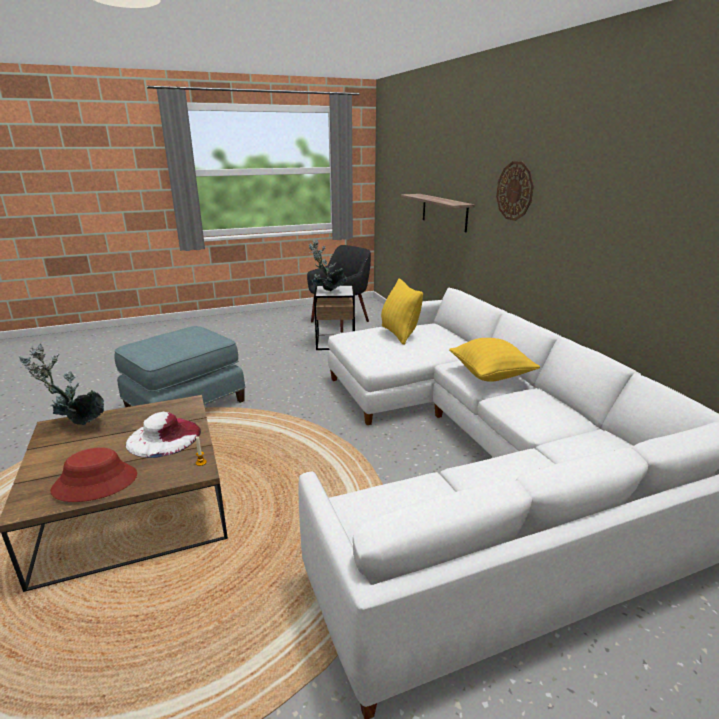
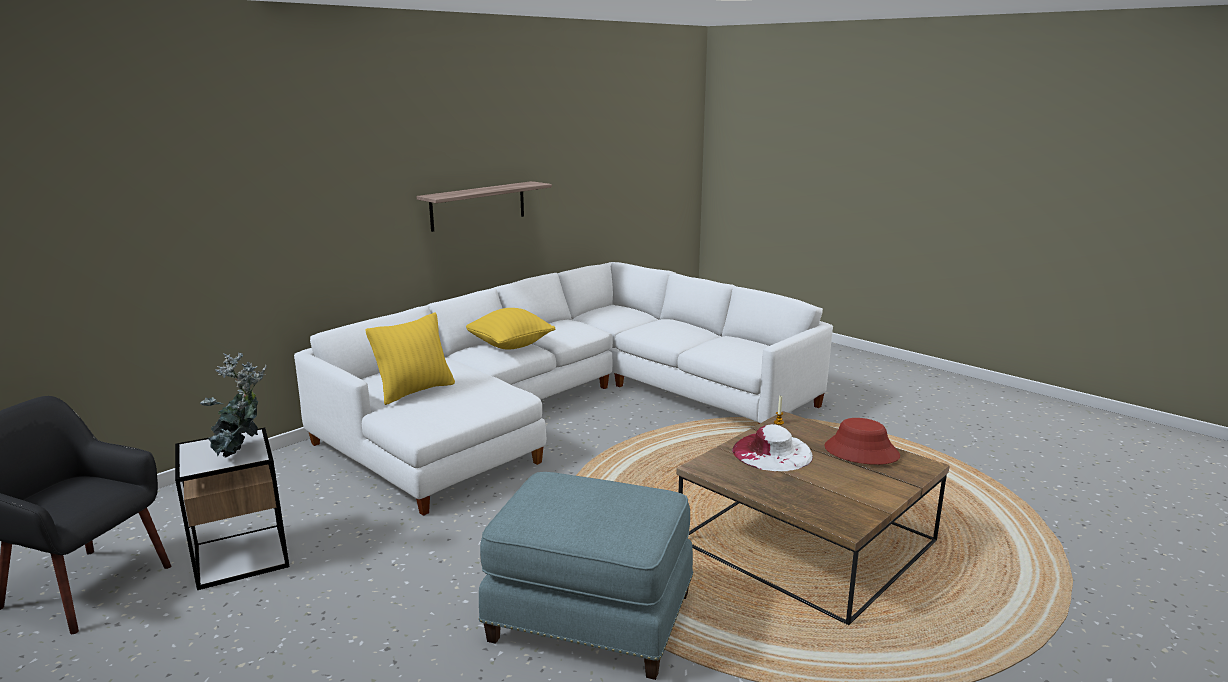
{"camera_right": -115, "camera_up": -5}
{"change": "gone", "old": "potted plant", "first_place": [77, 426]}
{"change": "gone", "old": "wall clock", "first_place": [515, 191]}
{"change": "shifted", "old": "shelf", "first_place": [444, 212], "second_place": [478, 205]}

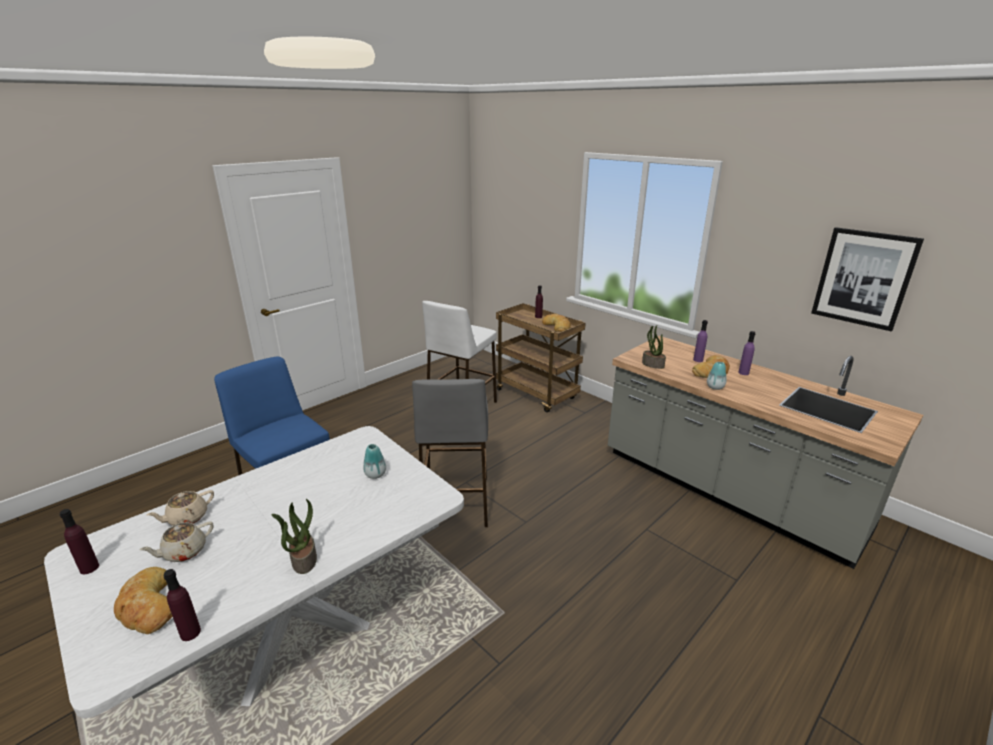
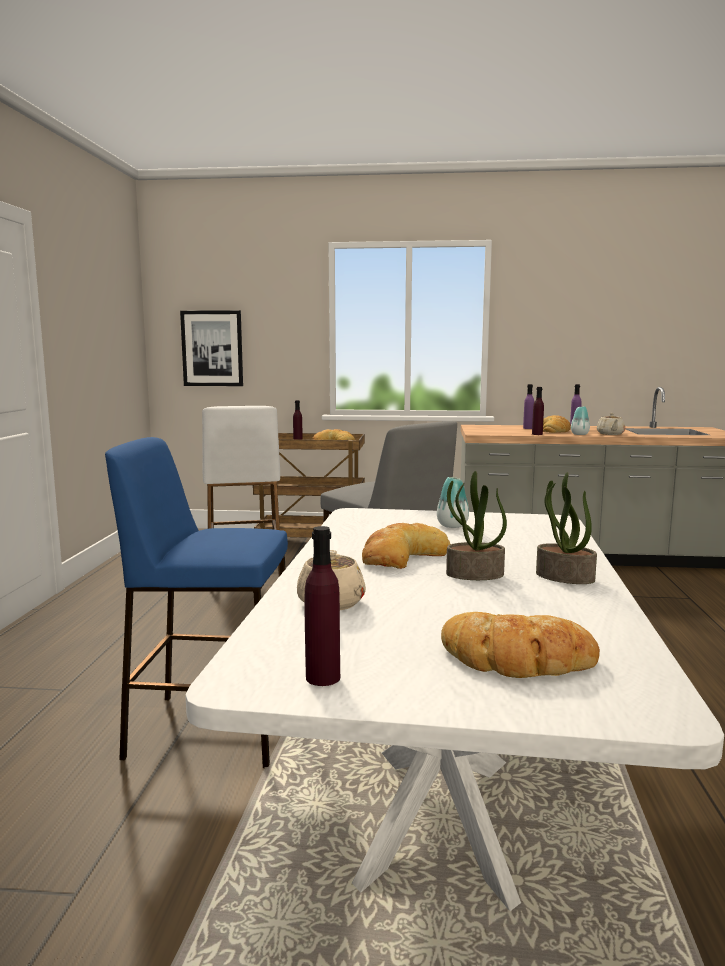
{"camera_right": -40, "camera_up": -15}
{"change": "new", "new": "bread", "second_place": [402, 556]}
{"change": "shifted", "old": "teapot (beige)", "first_place": [184, 552], "second_place": [610, 434]}
{"change": "shifted", "old": "bottle (purple)", "first_place": [190, 633], "second_place": [537, 434]}
{"change": "shifted", "old": "potted plant", "first_place": [652, 364], "second_place": [474, 575]}
{"change": "shifted", "old": "picture", "first_place": [863, 278], "second_place": [212, 348]}

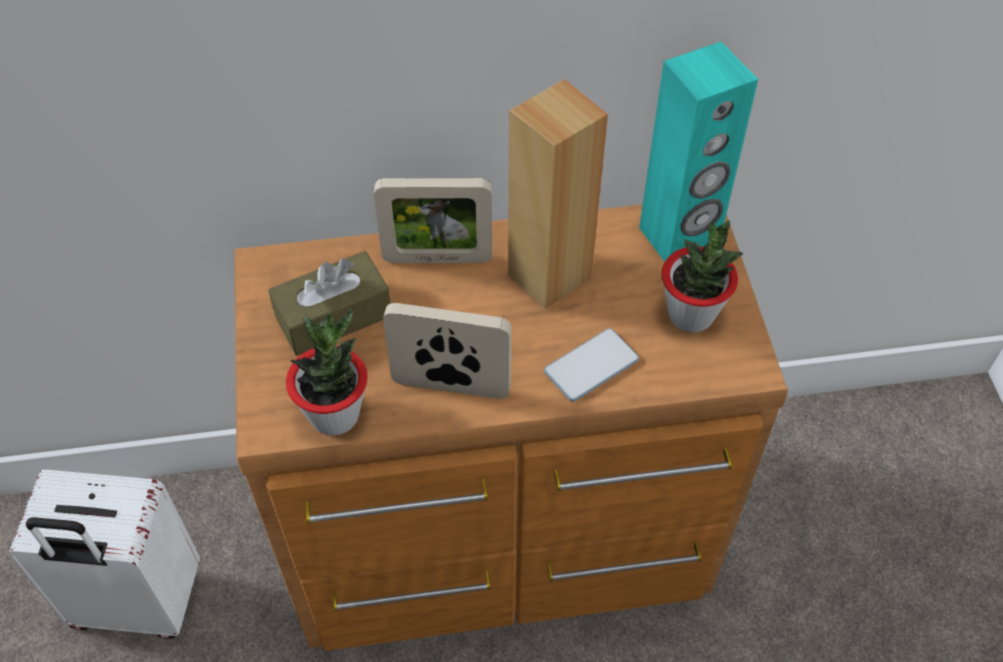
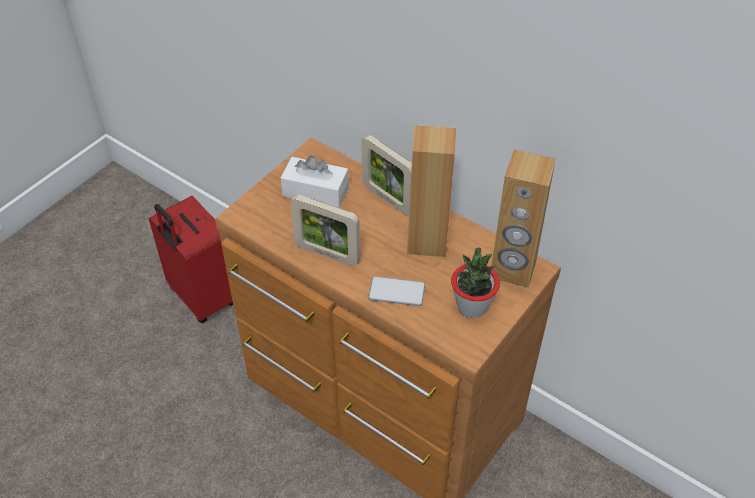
{"camera_right": 45, "camera_up": -5}
{"change": "gone", "old": "potted plant", "first_place": [335, 415]}
{"change": "repainted", "old": "suitcase (white)", "new": "suitcase (red)", "first_place": [137, 604], "second_place": [202, 298]}
{"change": "repainted", "old": "tissue box (brown)", "new": "tissue box (white)", "first_place": [333, 316], "second_place": [315, 191]}
{"change": "repainted", "old": "speaker (turquoise)", "new": "speaker (brown)", "first_place": [679, 237], "second_place": [512, 270]}
{"change": "rotated", "old": "picture frame", "first_place": [451, 386], "second_place": [327, 254], "degrees": 150}

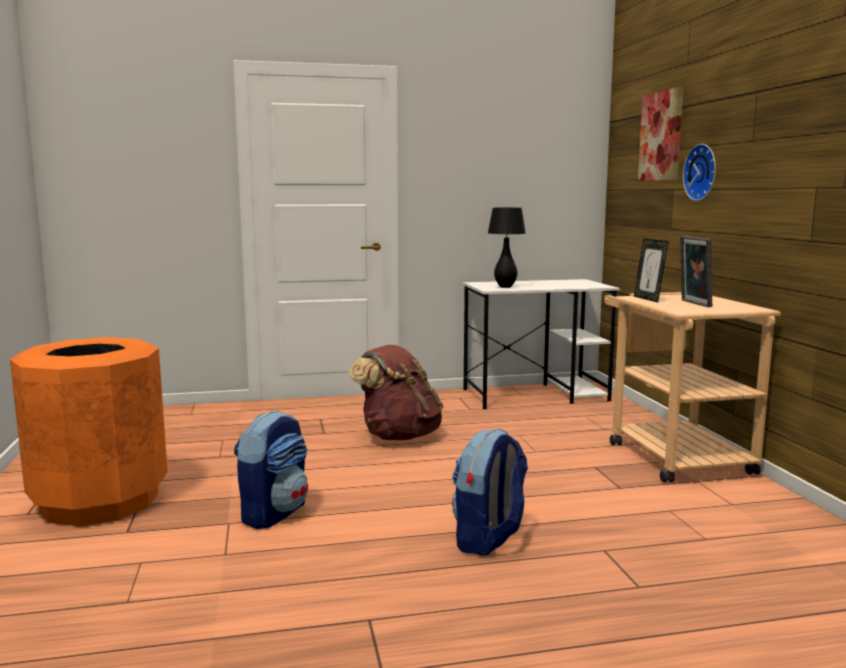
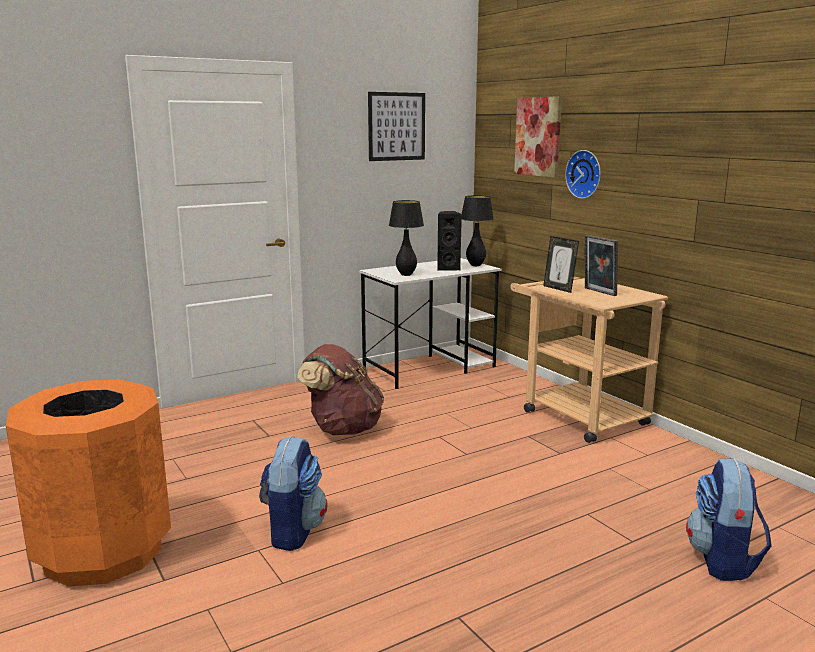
{"camera_right": -20, "camera_up": 5}
{"change": "new", "new": "picture", "second_place": [396, 126]}
{"change": "new", "new": "speaker (black)", "second_place": [448, 268]}
{"change": "new", "new": "table lamp (black)", "second_place": [475, 265]}
{"change": "shifted", "old": "backpack", "first_place": [489, 540], "second_place": [723, 561]}

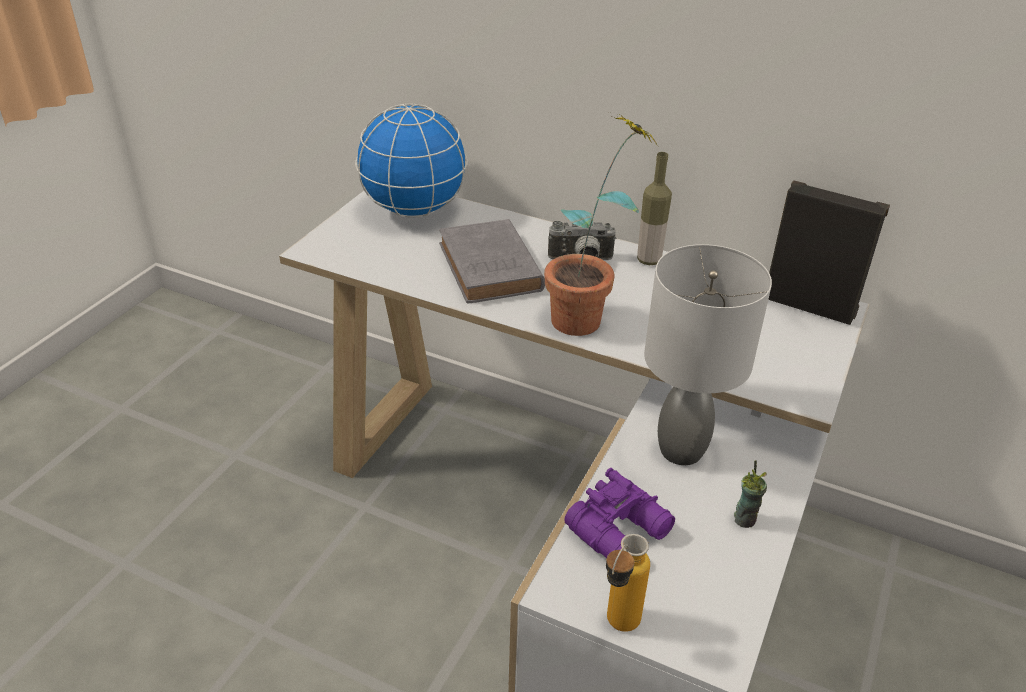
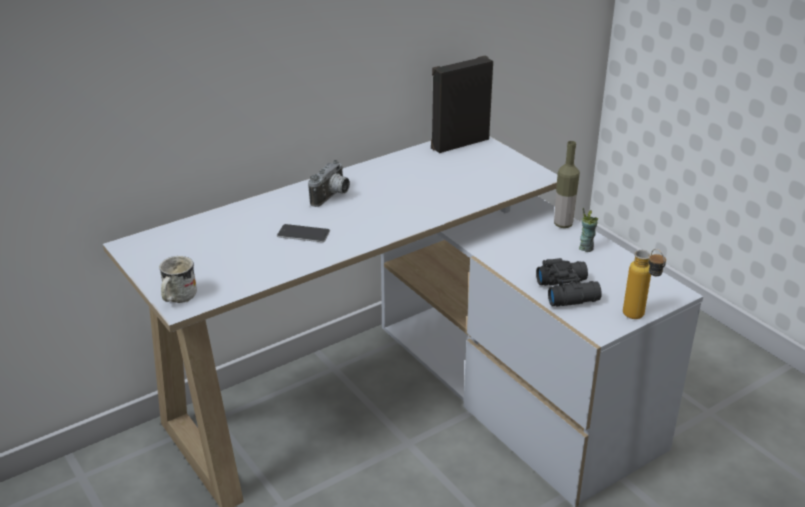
{"camera_right": -60, "camera_up": -5}
{"change": "gone", "old": "globe", "first_place": [413, 210]}
{"change": "gone", "old": "potted plant", "first_place": [589, 316]}
{"change": "gone", "old": "table lamp (grey)", "first_place": [681, 449]}
{"change": "new", "new": "mug (white)", "second_place": [177, 298]}
{"change": "shifted", "old": "bottle", "first_place": [649, 260], "second_place": [563, 224]}
{"change": "swapped", "old": "book (grey)", "new": "phone", "first_place": [491, 269], "second_place": [303, 233]}
{"change": "repainted", "old": "binoculars (purple)", "new": "binoculars (black)", "first_place": [621, 531], "second_place": [568, 291]}

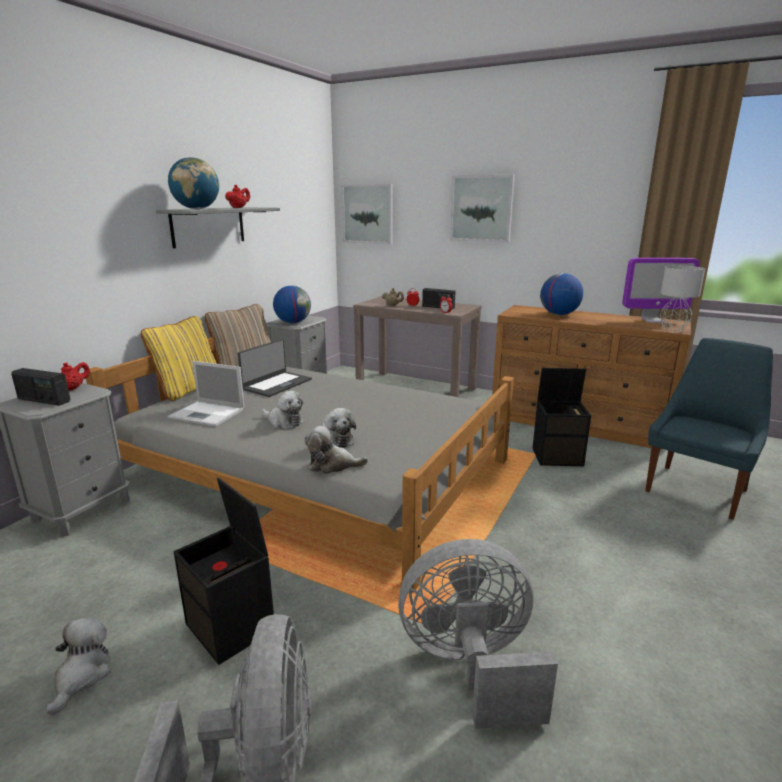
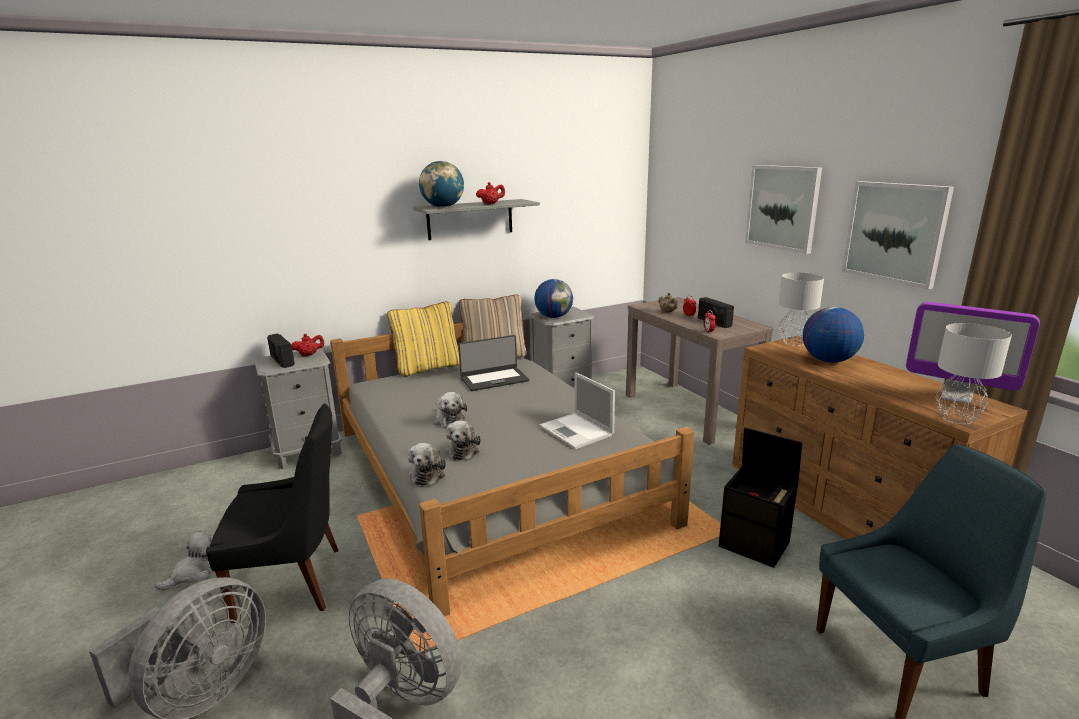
{"camera_right": 35, "camera_up": 0}
{"change": "new", "new": "table lamp (grey)", "second_place": [793, 343]}
{"change": "shifted", "old": "laptop", "first_place": [208, 414], "second_place": [577, 431]}
{"change": "shifted", "old": "picture", "first_place": [368, 214], "second_place": [895, 232]}
{"change": "swapped", "old": "storage box (black)", "new": "chair (black)", "first_place": [232, 627], "second_place": [294, 582]}
{"change": "rotated", "old": "plush toy", "first_place": [332, 465], "second_place": [428, 474], "degrees": -120}

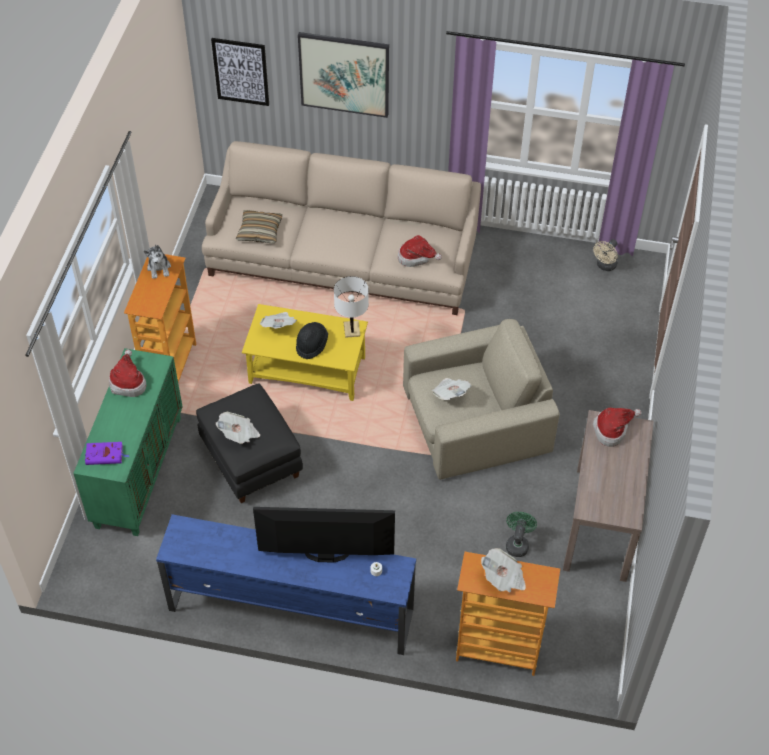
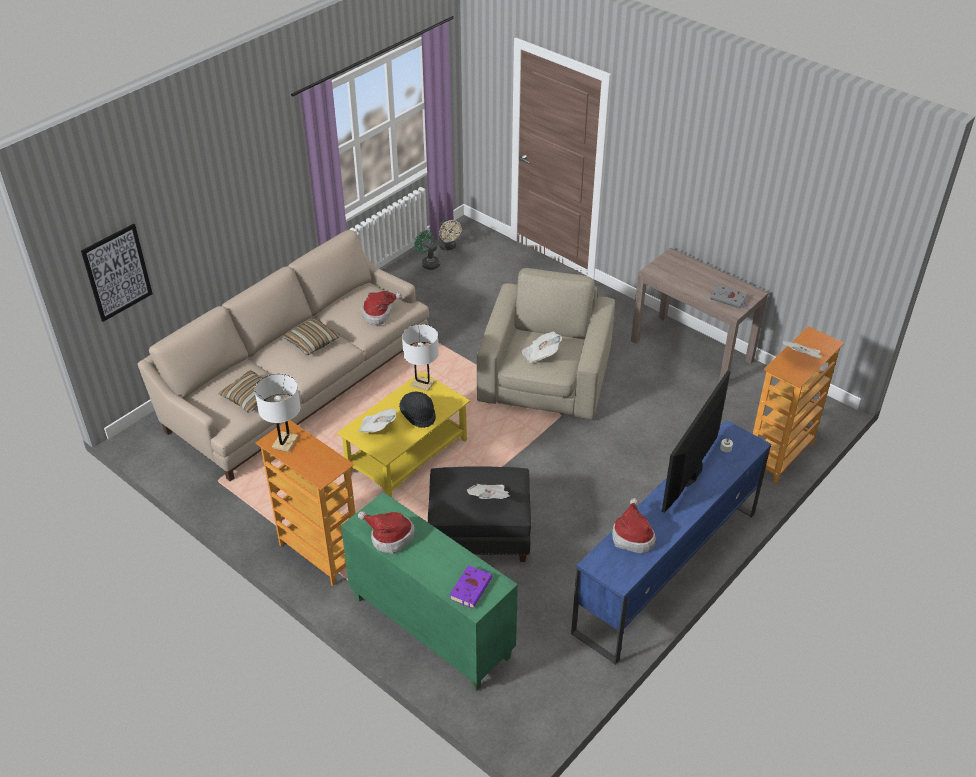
{"camera_right": -60, "camera_up": -10}
{"change": "gone", "old": "picture", "first_place": [344, 74]}
{"change": "new", "new": "pillow", "second_place": [312, 341]}
{"change": "new", "new": "book (grey)", "second_place": [729, 299]}
{"change": "shifted", "old": "fan (green)", "first_place": [517, 543], "second_place": [428, 263]}
{"change": "shifted", "old": "hat", "first_place": [612, 430], "second_place": [632, 536]}
{"change": "swapped", "old": "plush toy", "new": "table lamp (white)", "first_place": [159, 268], "second_place": [285, 442]}

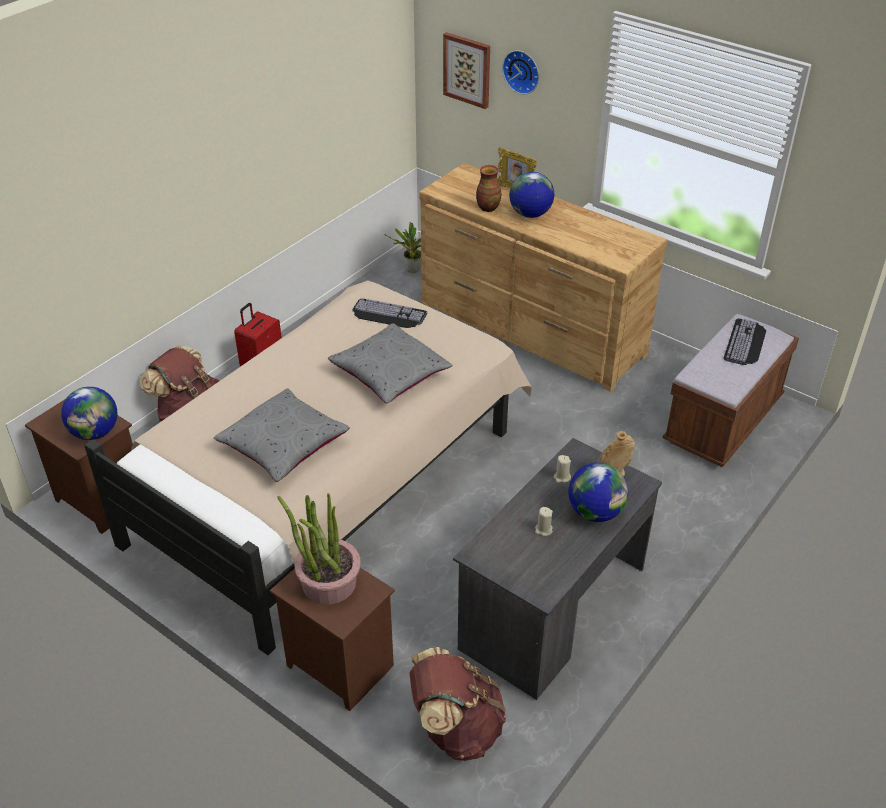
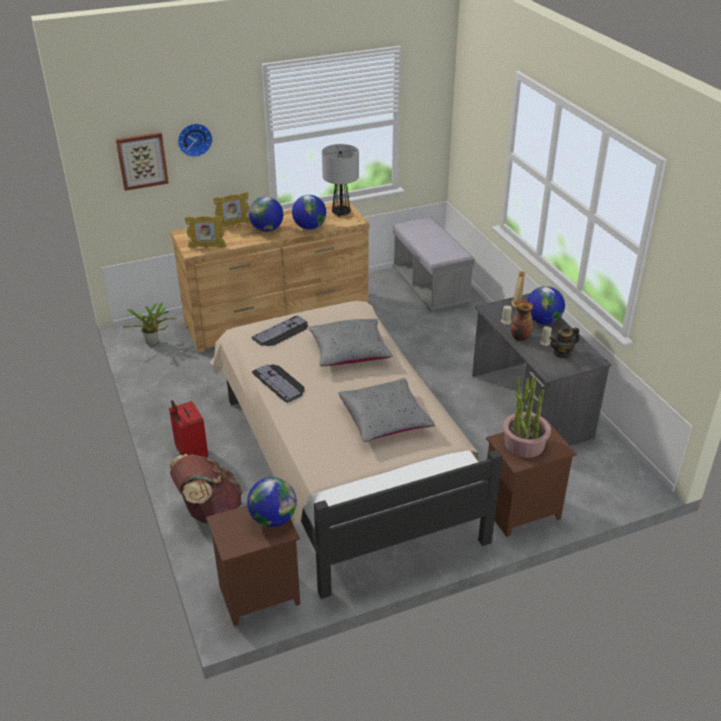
{"camera_right": -60, "camera_up": -5}
{"change": "gone", "old": "backpack (brown)", "first_place": [455, 728]}
{"change": "new", "new": "picture frame", "second_place": [207, 247]}
{"change": "new", "new": "globe", "second_place": [309, 227]}
{"change": "new", "new": "table lamp", "second_place": [341, 213]}
{"change": "new", "new": "teapot", "second_place": [562, 353]}
{"change": "shifted", "old": "vase", "first_place": [487, 208], "second_place": [519, 337]}
{"change": "shifted", "old": "keyboard", "first_place": [746, 343], "second_place": [280, 382]}
{"change": "repainted", "old": "bench (brown)", "new": "bench (grey)", "first_place": [723, 422], "second_place": [430, 288]}

